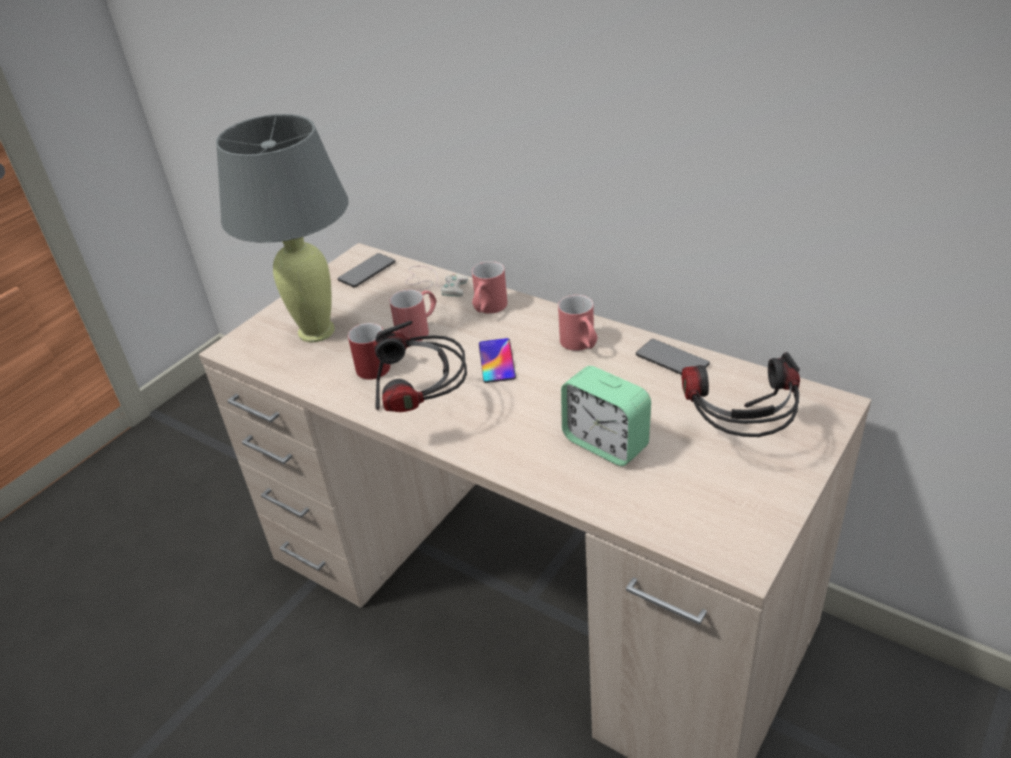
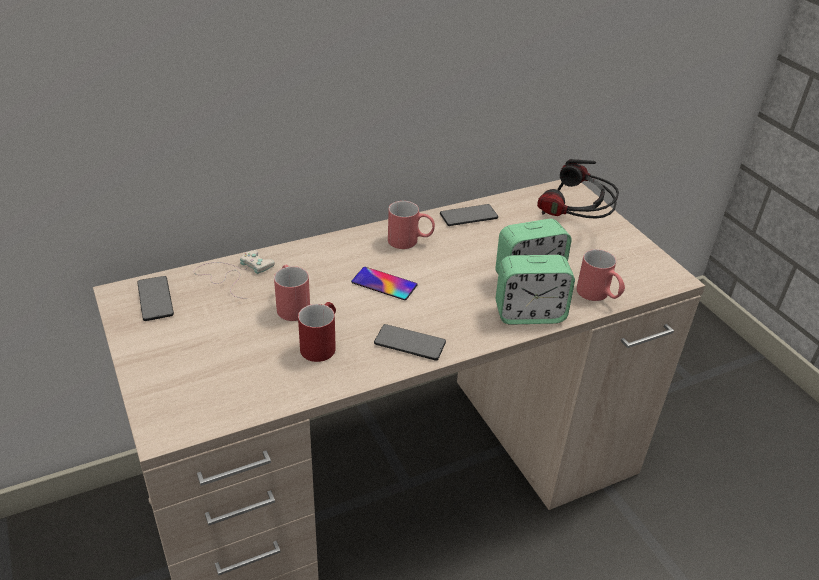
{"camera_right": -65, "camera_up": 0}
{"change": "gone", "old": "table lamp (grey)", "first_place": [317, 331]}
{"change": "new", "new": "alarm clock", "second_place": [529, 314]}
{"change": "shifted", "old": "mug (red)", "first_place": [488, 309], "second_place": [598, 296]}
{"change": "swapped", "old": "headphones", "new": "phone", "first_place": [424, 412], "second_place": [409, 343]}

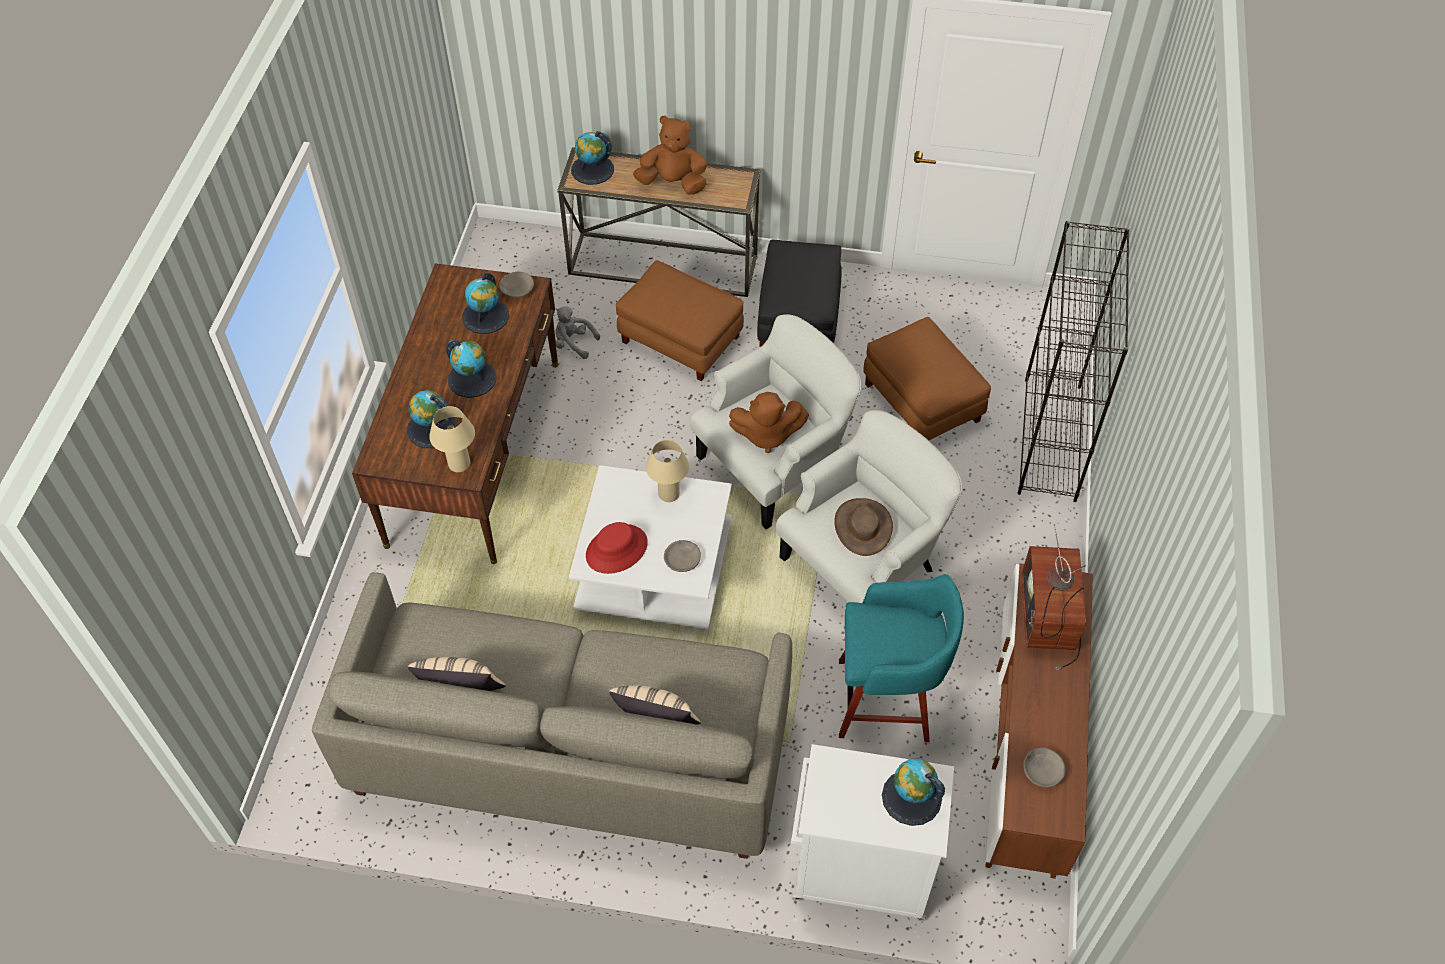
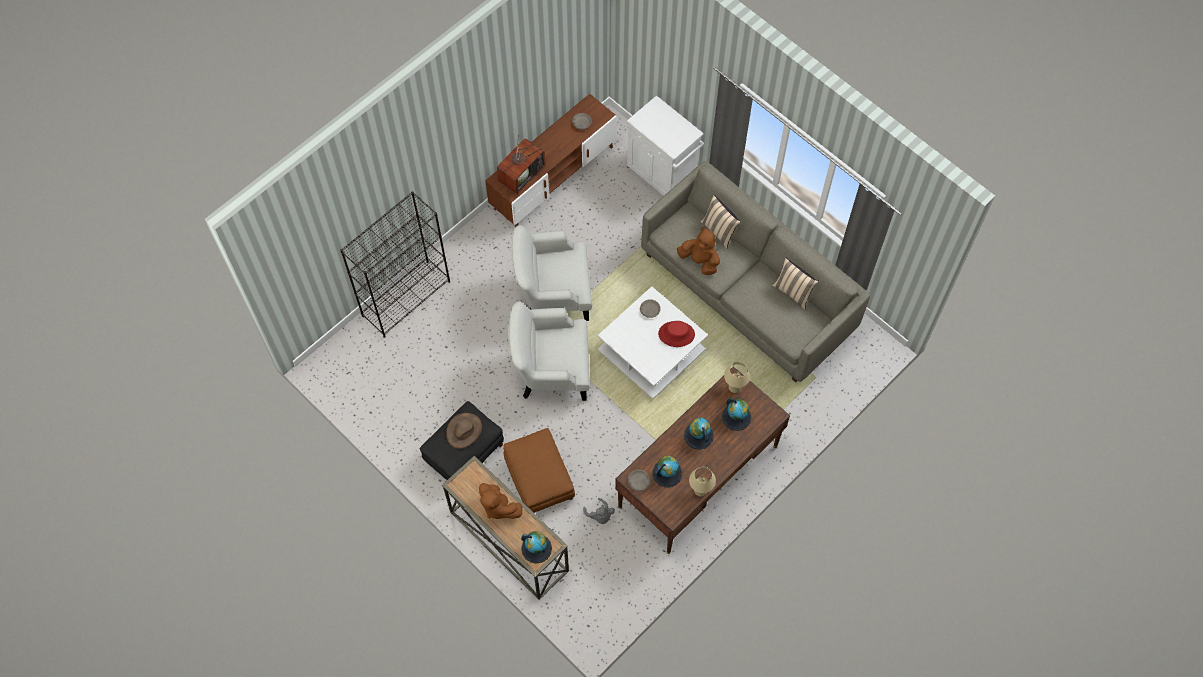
{"camera_right": -145, "camera_up": 10}
{"change": "gone", "old": "stool (turquoise)", "first_place": [887, 700]}
{"change": "gone", "old": "ottoman (brown)", "first_place": [923, 402]}
{"change": "gone", "old": "globe", "first_place": [911, 797]}
{"change": "shifted", "old": "table lamp (beige)", "first_place": [668, 494], "second_place": [700, 490]}
{"change": "shifted", "old": "plush toy (brown)", "first_place": [766, 435], "second_place": [699, 261]}
{"change": "shifted", "old": "hat (brown)", "first_place": [863, 527], "second_place": [464, 430]}

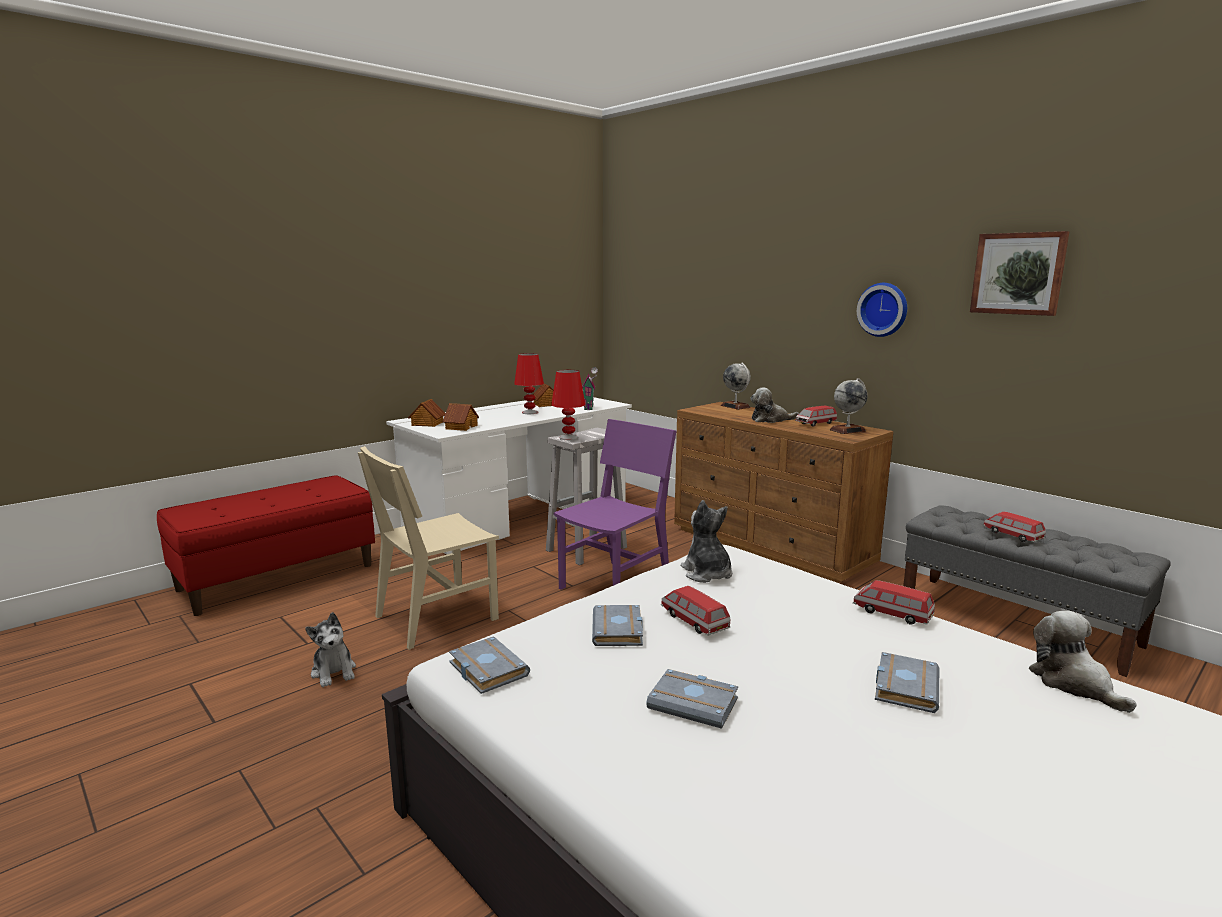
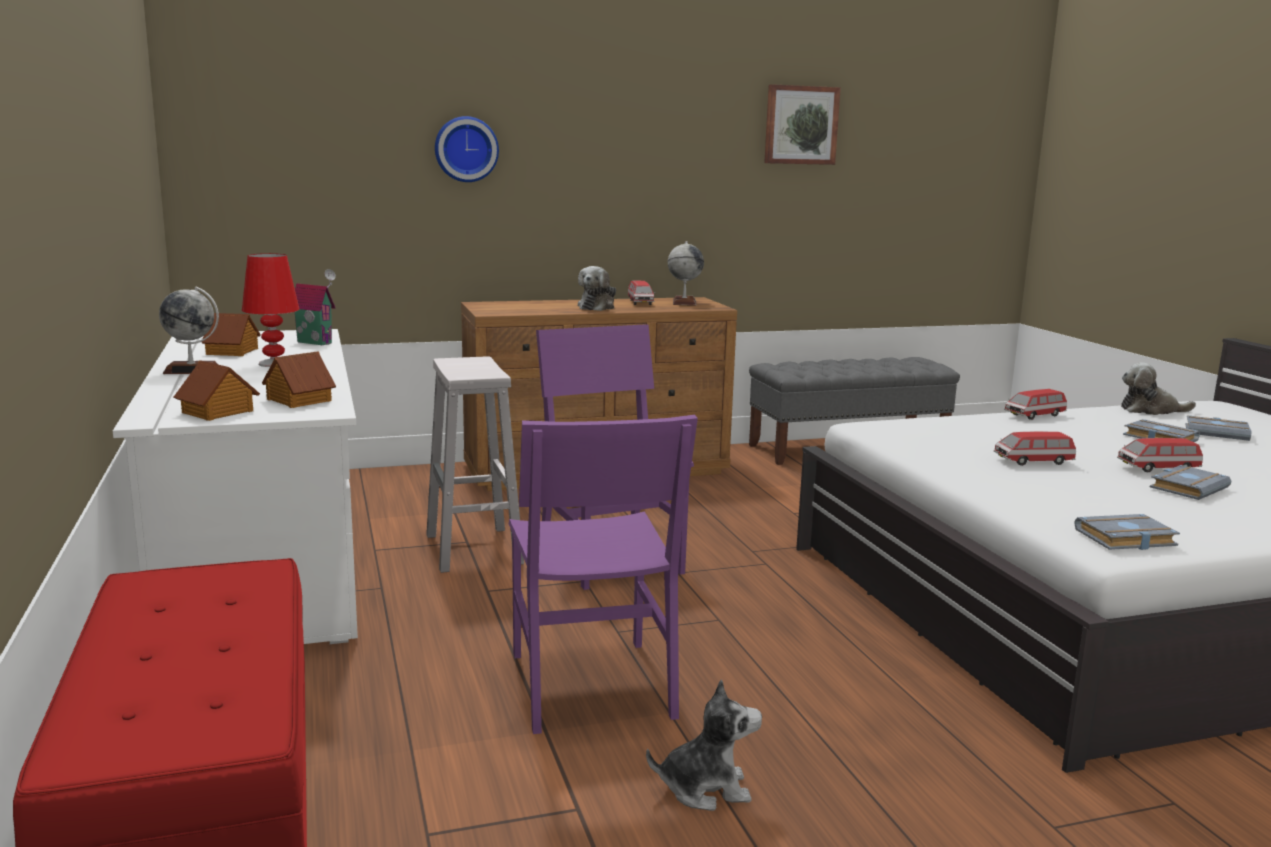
{"camera_right": -65, "camera_up": 0}
{"change": "gone", "old": "table lamp (red)", "first_place": [568, 438]}
{"change": "gone", "old": "plush toy", "first_place": [707, 574]}
{"change": "shifted", "old": "book (grey)", "first_place": [619, 631], "second_place": [1217, 433]}
{"change": "shifted", "old": "globe", "first_place": [735, 406], "second_place": [192, 370]}
{"change": "shifted", "old": "wall clock", "first_place": [883, 309], "second_place": [466, 149]}
{"change": "shifted", "old": "toy car", "first_place": [1012, 535], "second_place": [1158, 468]}
{"change": "repainted", "old": "chair (beige)", "new": "chair (purple)", "first_place": [436, 617], "second_place": [590, 684]}

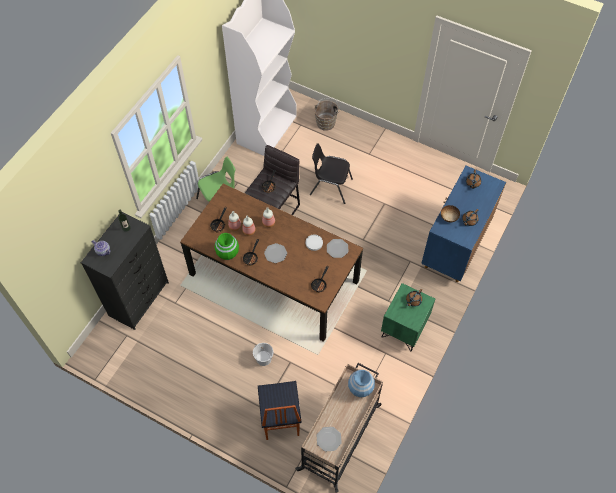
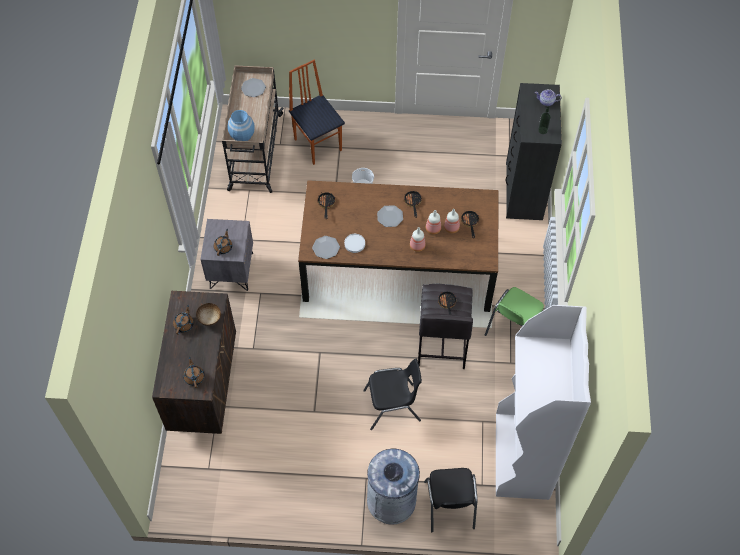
{"camera_right": 155, "camera_up": 0}
{"change": "gone", "old": "vase (green)", "first_place": [228, 253]}
{"change": "new", "new": "trash can (grey)", "second_place": [391, 500]}
{"change": "swapped", "old": "bucket (brown)", "new": "chair (black)", "first_place": [326, 122], "second_place": [449, 506]}
{"change": "repainted", "old": "nightstand (green)", "new": "nightstand (grey)", "first_place": [404, 329], "second_place": [231, 270]}
{"change": "repainted", "old": "cabinet (blue)", "new": "cabinet (brown)", "first_place": [455, 248], "second_place": [204, 387]}

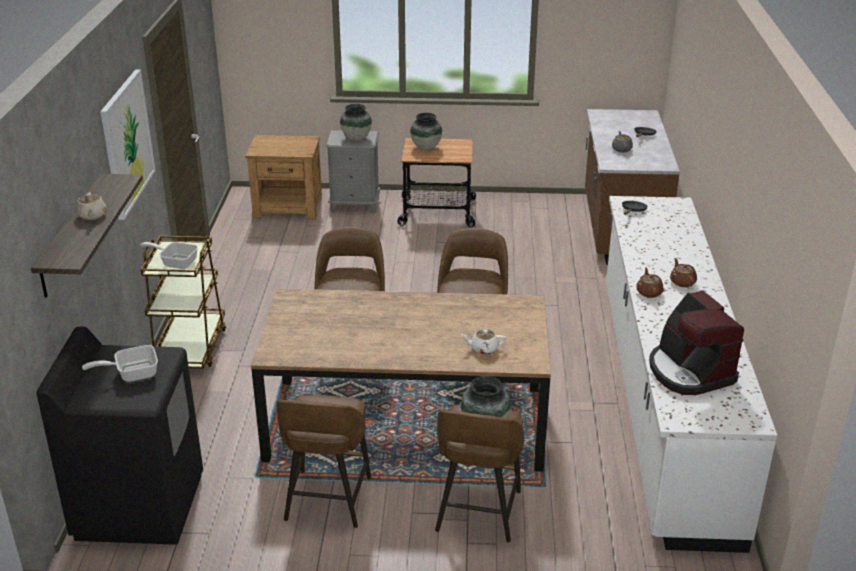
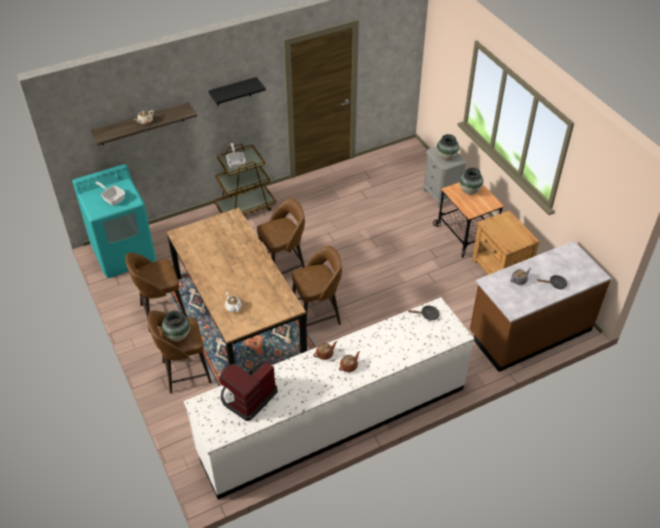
{"camera_right": 60, "camera_up": 15}
{"change": "shifted", "old": "nightstand (brown)", "first_place": [289, 207], "second_place": [500, 269]}
{"change": "swapped", "old": "picture", "new": "shelf (black)", "first_place": [127, 143], "second_place": [233, 92]}
{"change": "repainted", "old": "washing machine (black)", "new": "washing machine (turquoise)", "first_place": [139, 505], "second_place": [124, 253]}

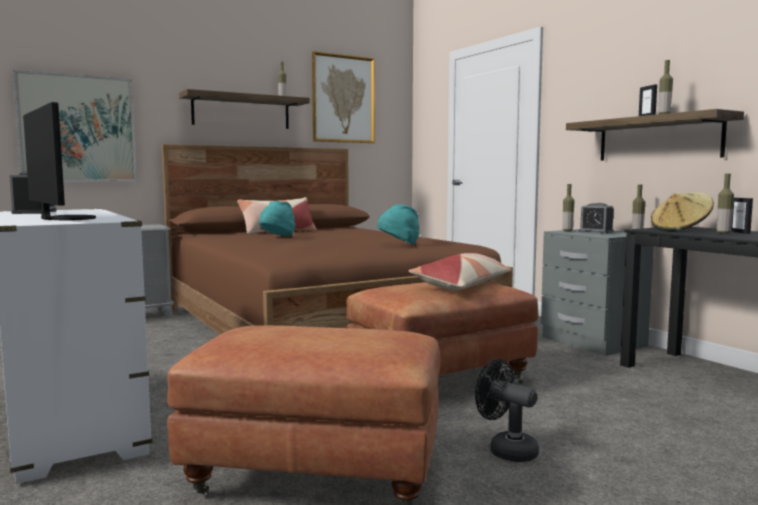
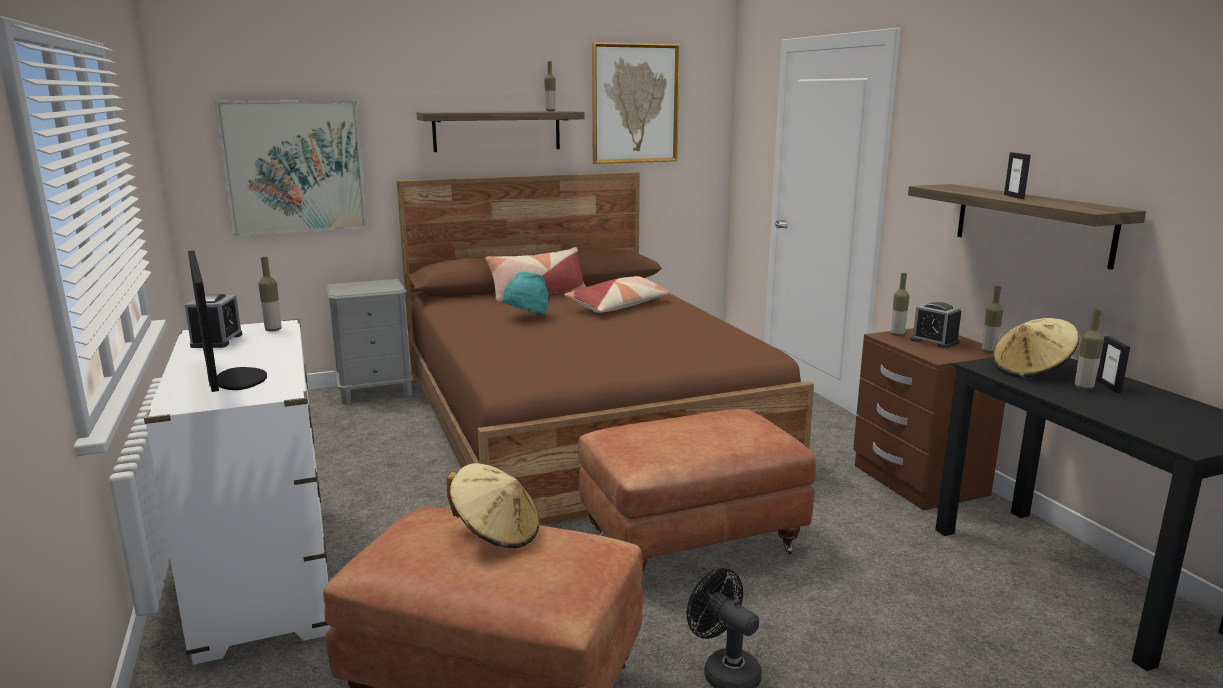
{"camera_right": 10, "camera_up": 10}
{"change": "gone", "old": "hat (turquoise)", "first_place": [399, 245]}
{"change": "new", "new": "hat (beige)", "second_place": [496, 533]}
{"change": "shifted", "old": "pillow", "first_place": [463, 285], "second_place": [619, 306]}
{"change": "shifted", "old": "bottle", "first_place": [664, 114], "second_place": [273, 330]}
{"change": "repainted", "old": "nightstand (grey)", "new": "nightstand (brown)", "first_place": [592, 342], "second_place": [917, 481]}

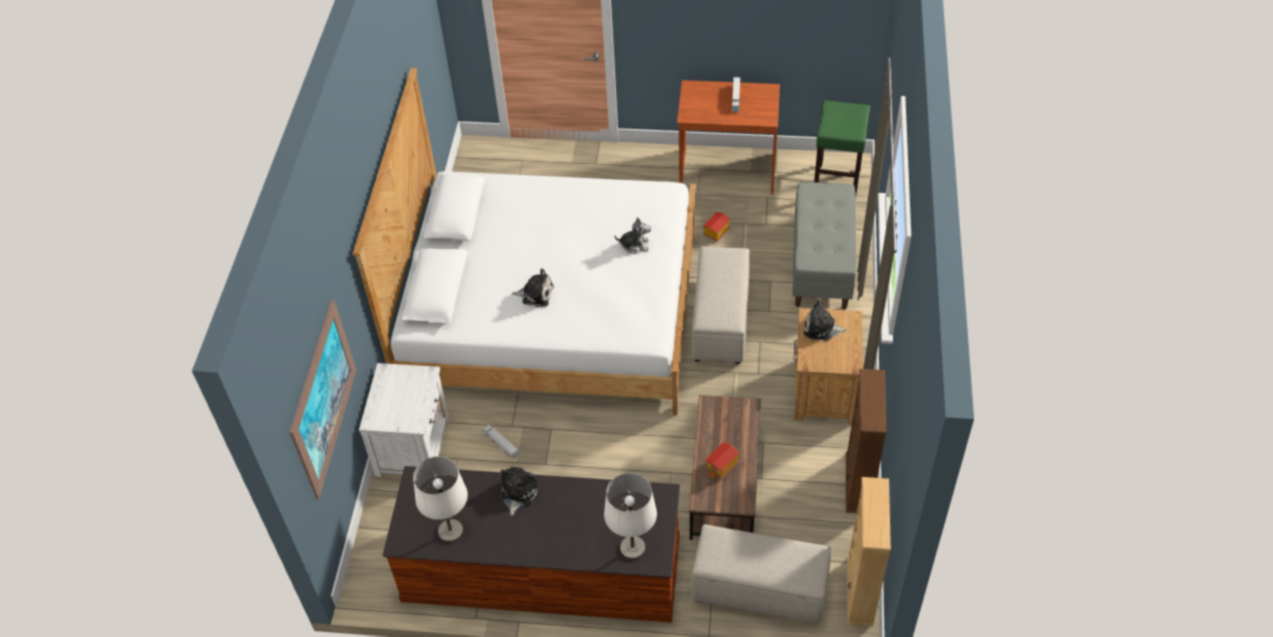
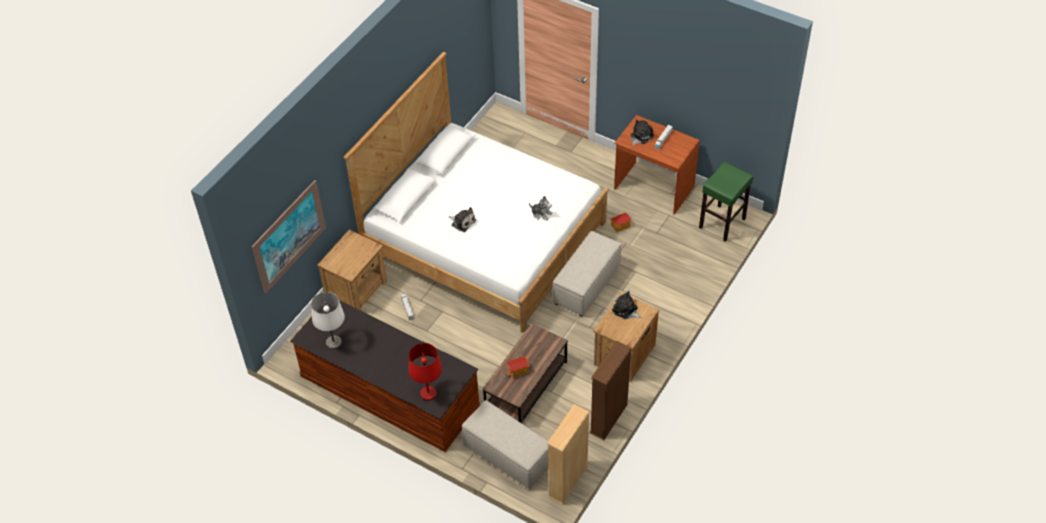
{"camera_right": 25, "camera_up": 0}
{"change": "gone", "old": "bench (grey)", "first_place": [822, 264]}
{"change": "shifted", "old": "plush toy", "first_place": [518, 492], "second_place": [640, 136]}
{"change": "repainted", "old": "nightstand (white)", "new": "nightstand (brown)", "first_place": [414, 445], "second_place": [357, 289]}
{"change": "repainted", "old": "table lamp (white)", "new": "table lamp (red)", "first_place": [632, 548], "second_place": [428, 394]}

